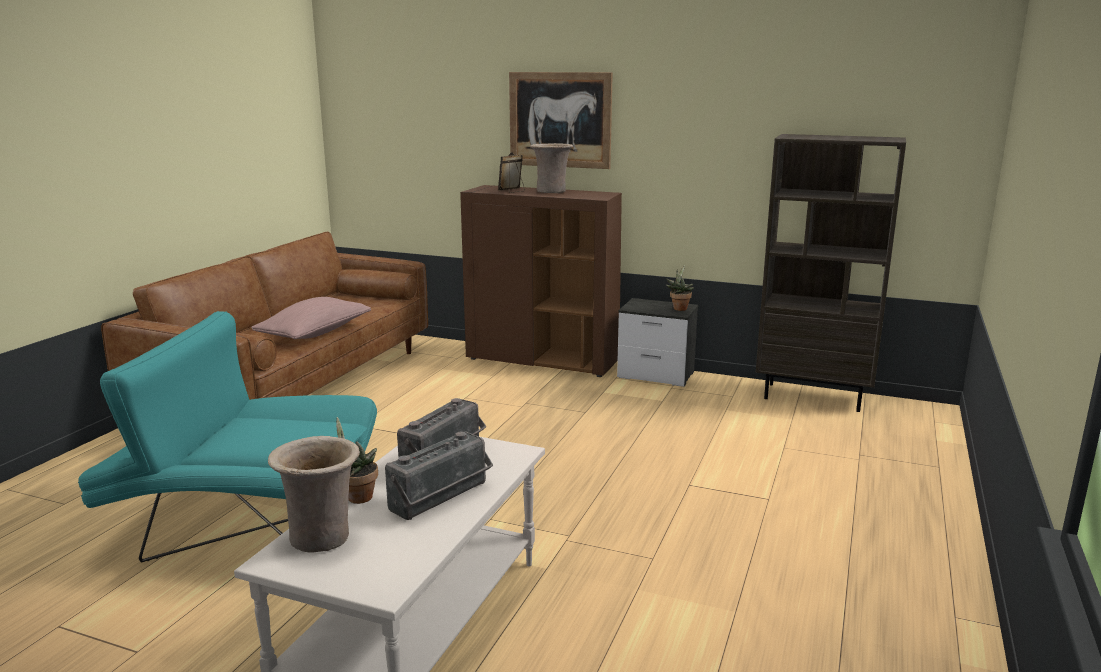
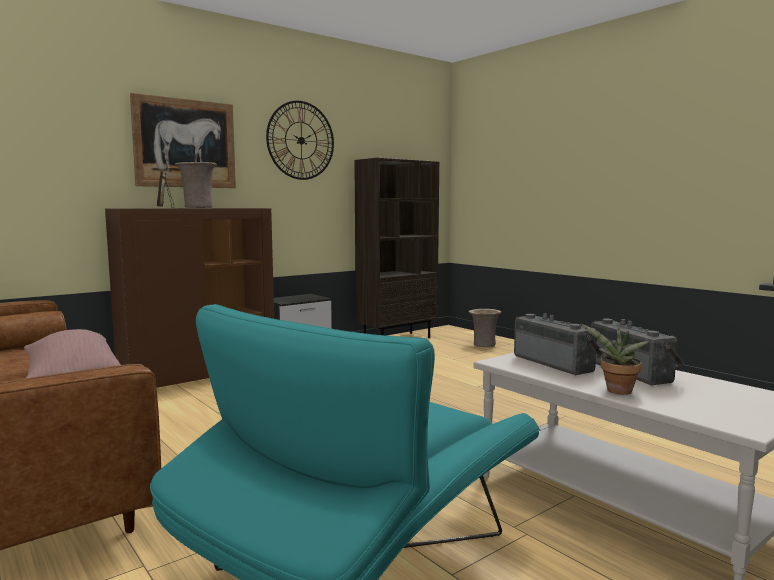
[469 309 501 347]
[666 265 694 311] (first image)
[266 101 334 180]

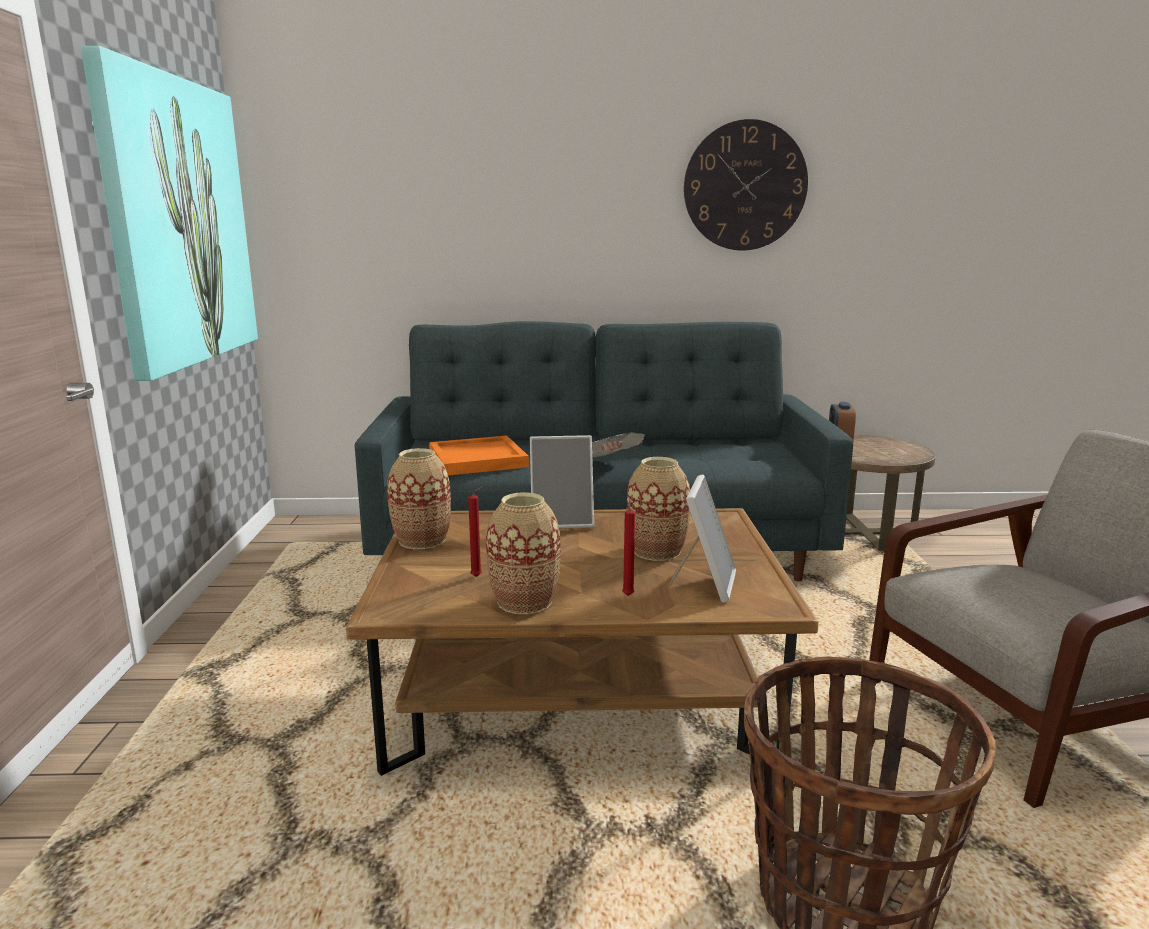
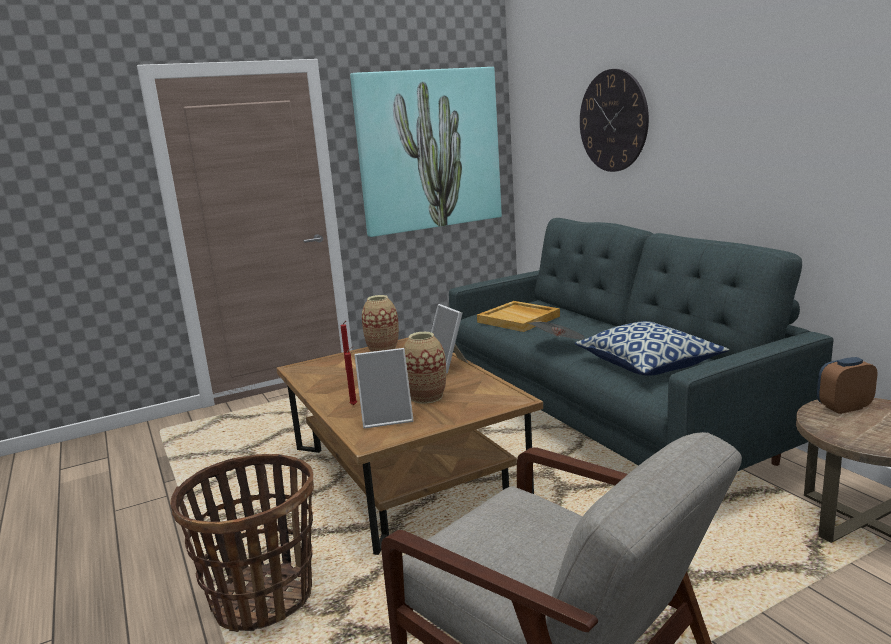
[477 301 560 332]
[486 492 561 614] (first image)
[580 69 649 172]
[575 321 729 376]

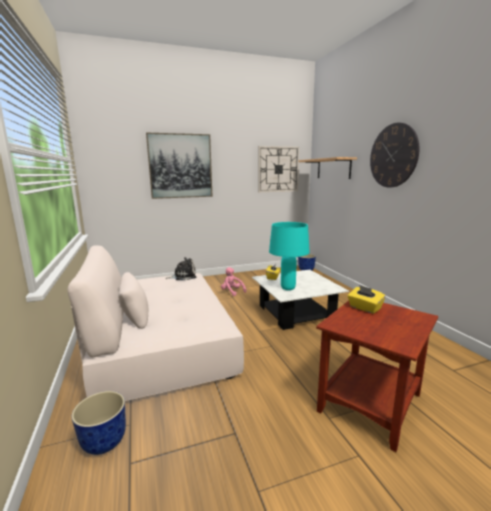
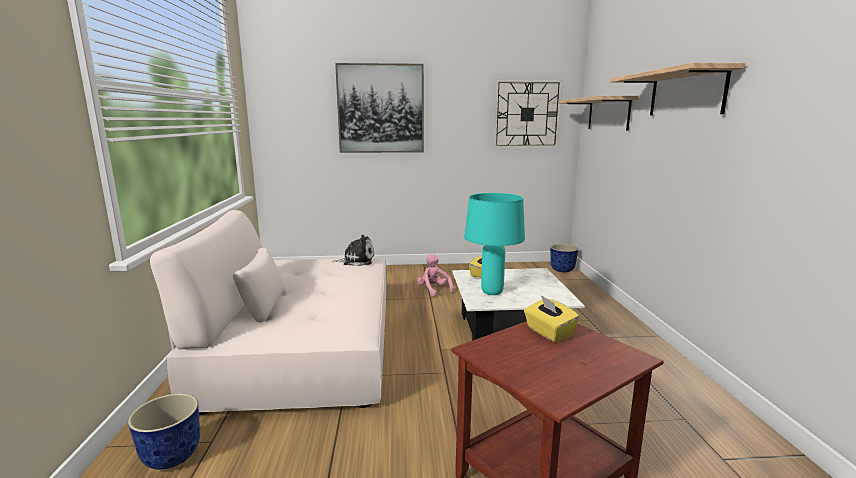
[610 63 745 115]

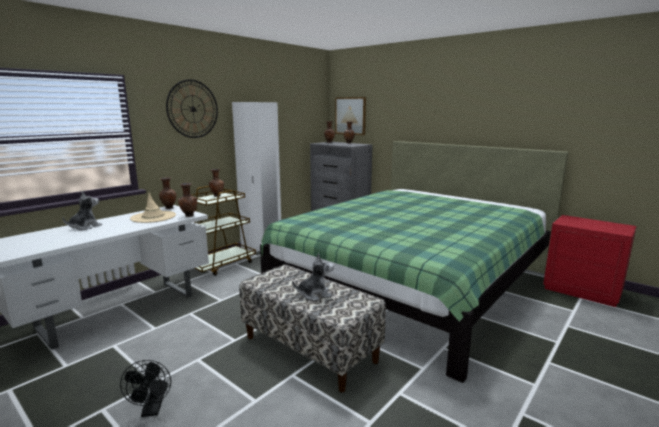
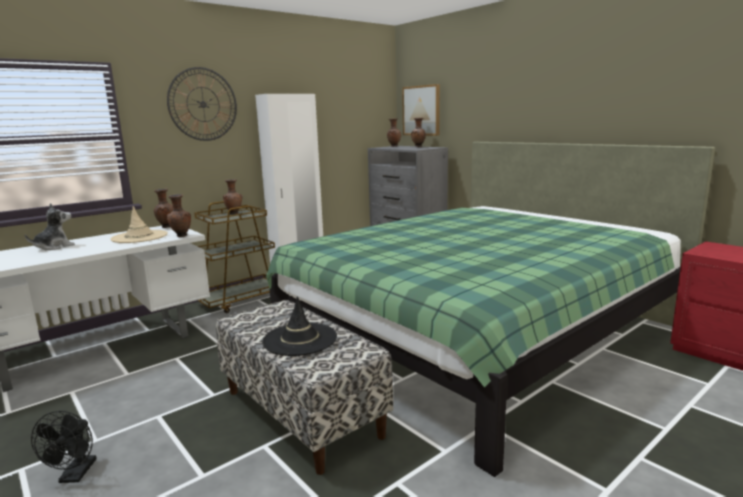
[262 296 337 356]

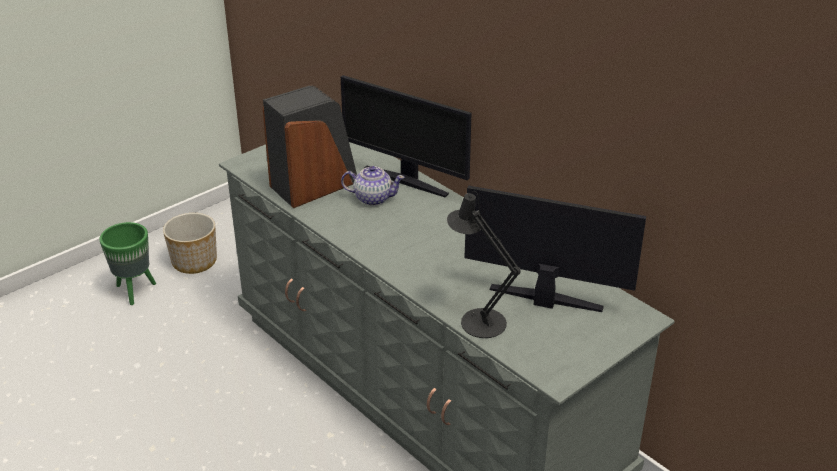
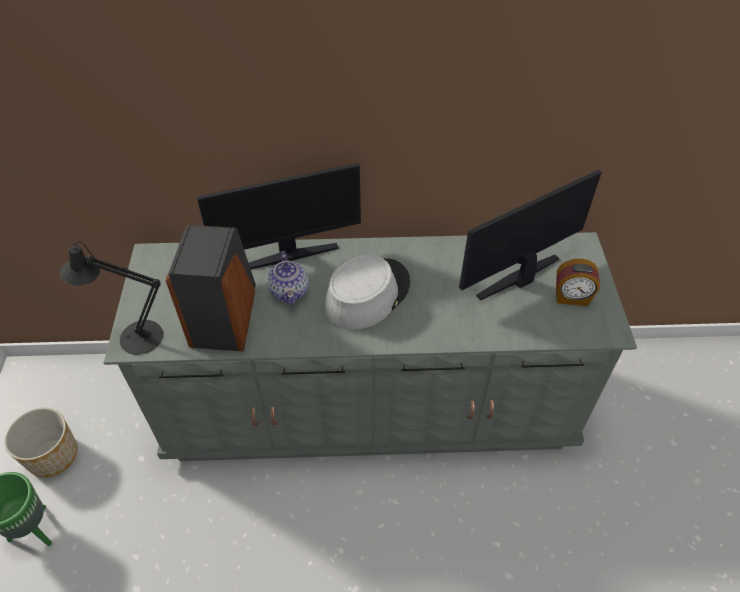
[267 251 309 305]
[60 241 163 355]
[325 254 410 330]
[556 259 600 306]

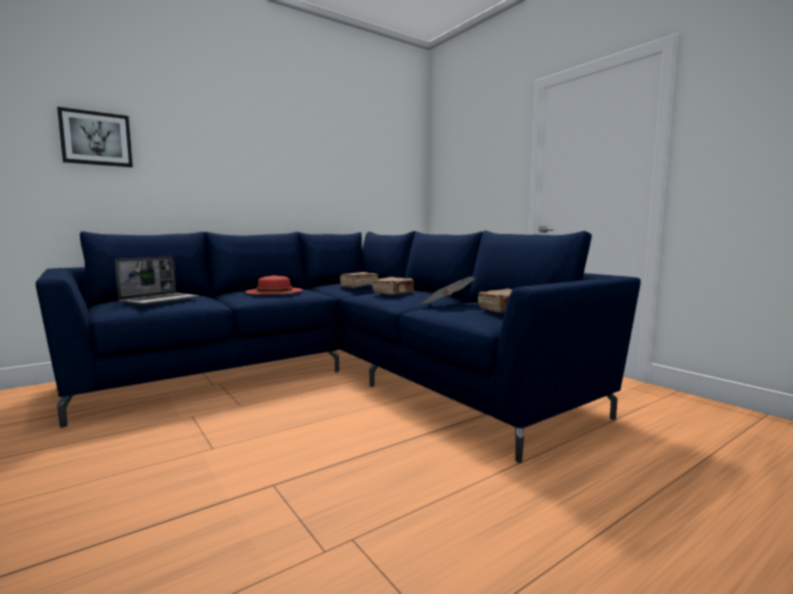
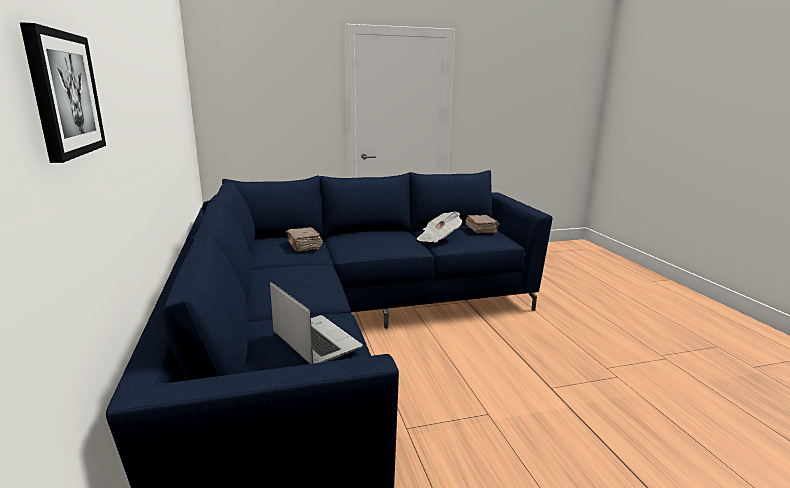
[245 275 303 295] (first image)
[372 277 414 295] (first image)

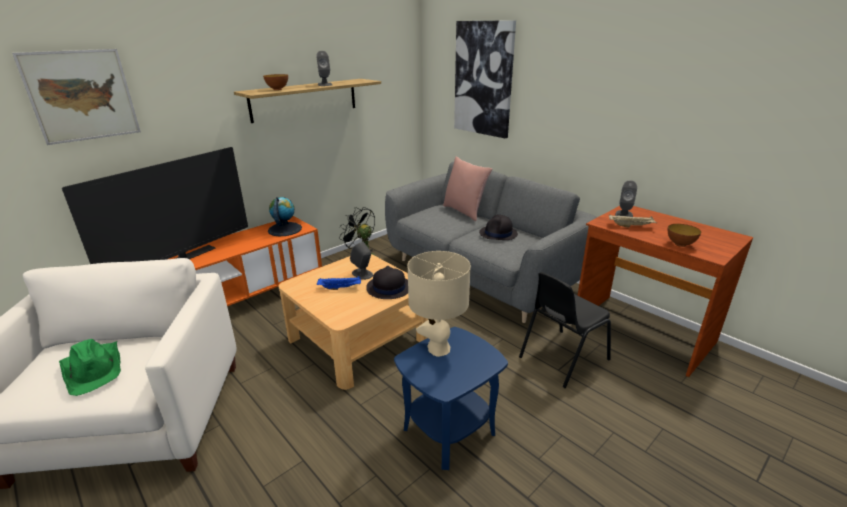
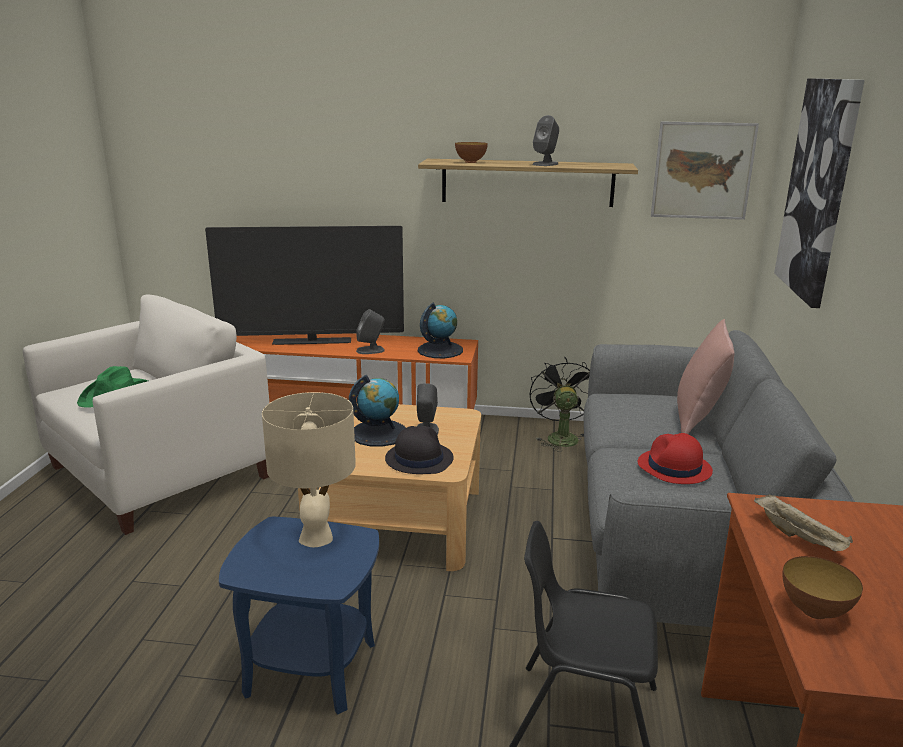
[651 121 759 220]
[349 375 406 447]
[638 433 713 484]
[356 309 385 354]

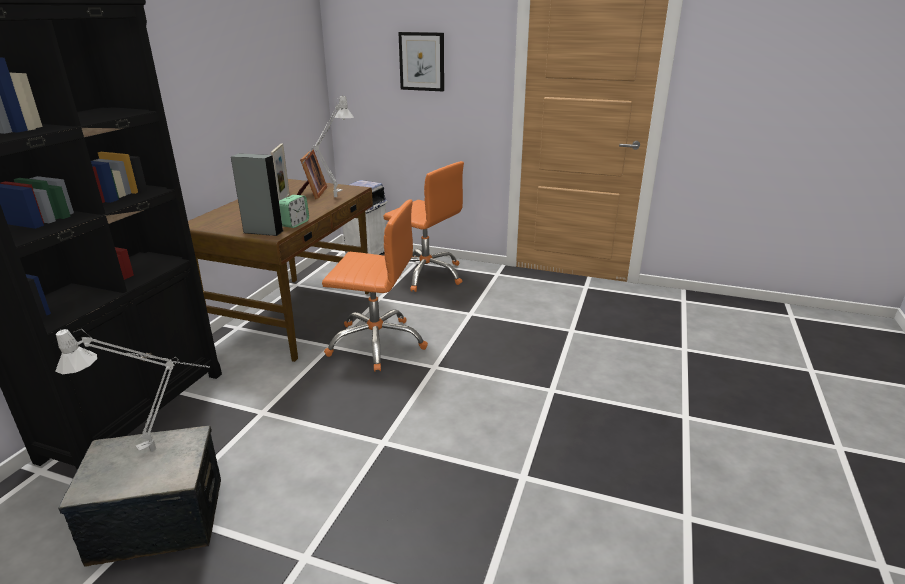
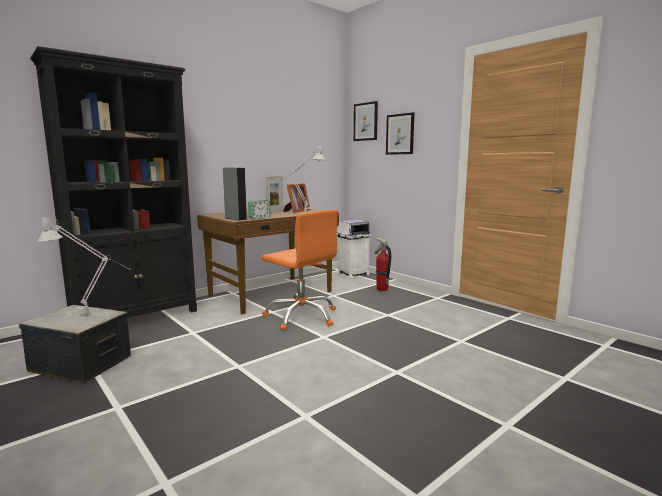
[374 236 391 291]
[354 101 378 141]

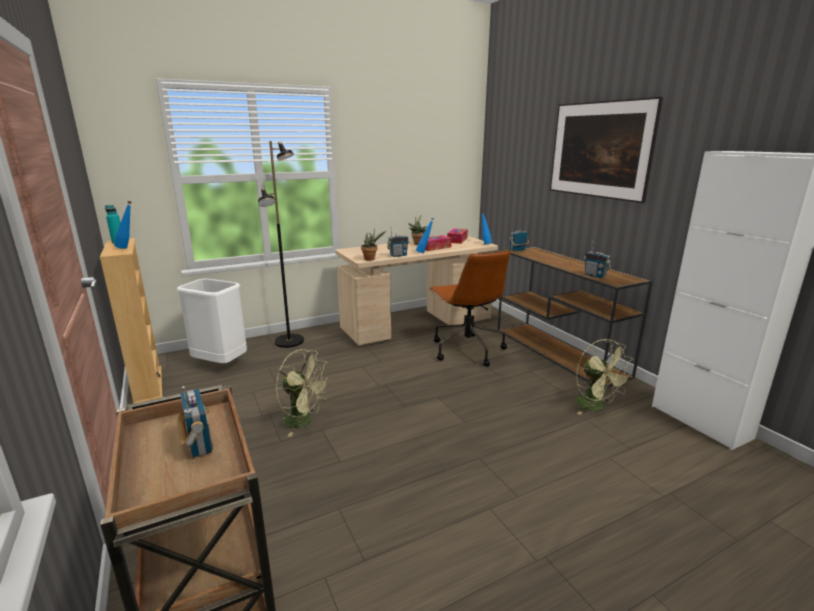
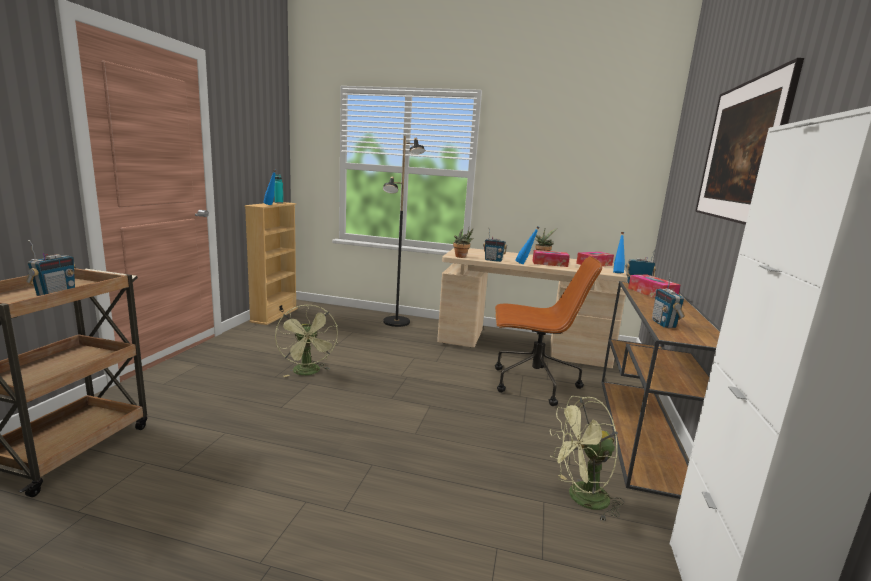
[177 279 247 363] (first image)
[495 256 602 406]
[550 396 624 521]
[628 275 680 298]

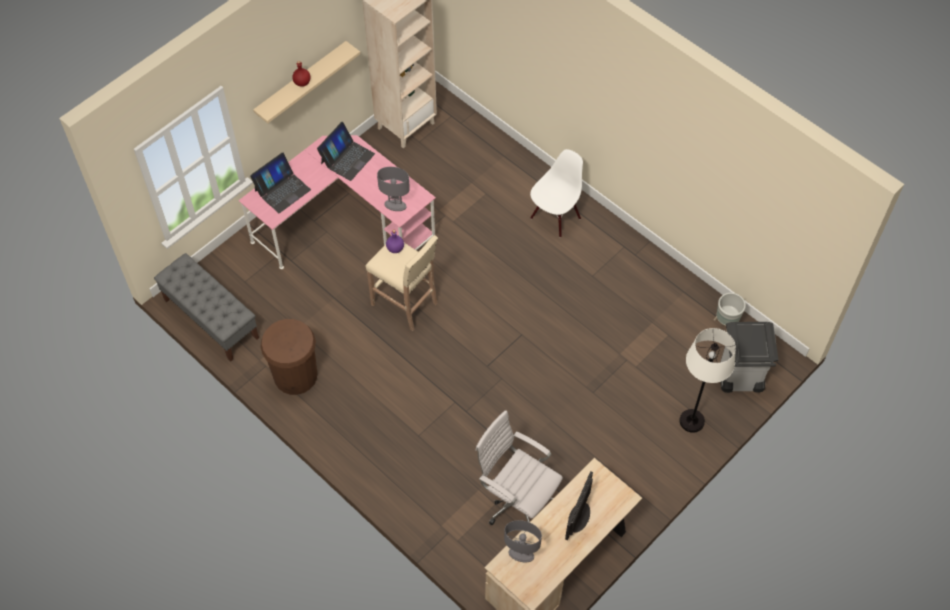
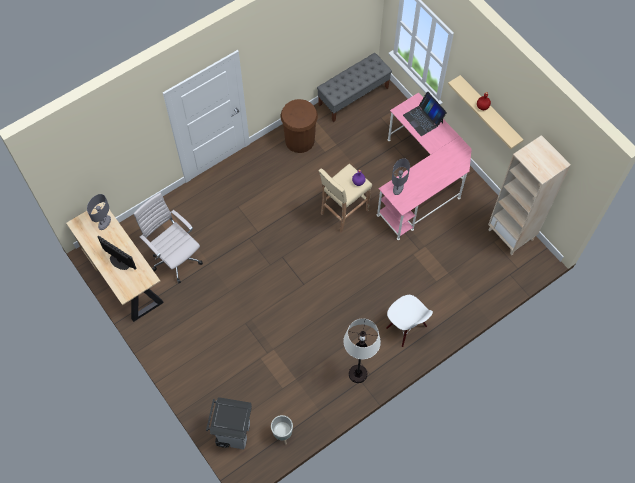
[317 122 375 181] (first image)
[134 193 203 284]
[343 318 381 383]

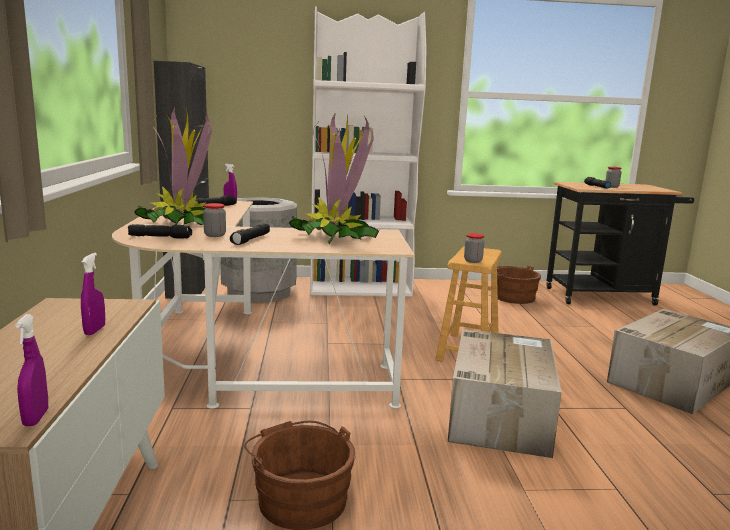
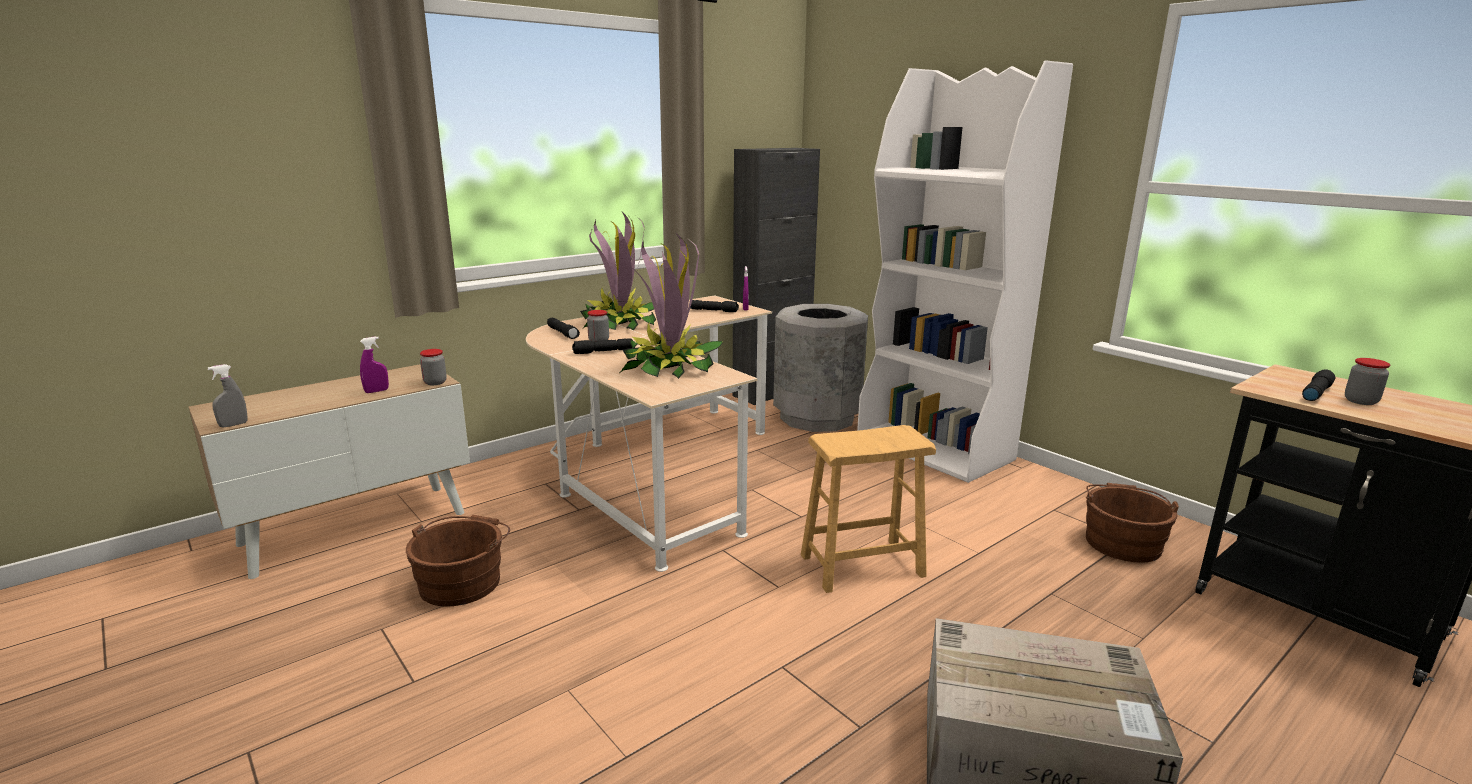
[208 364 247 428]
[448 329 562 458] (first image)
[420 349 447 385]

